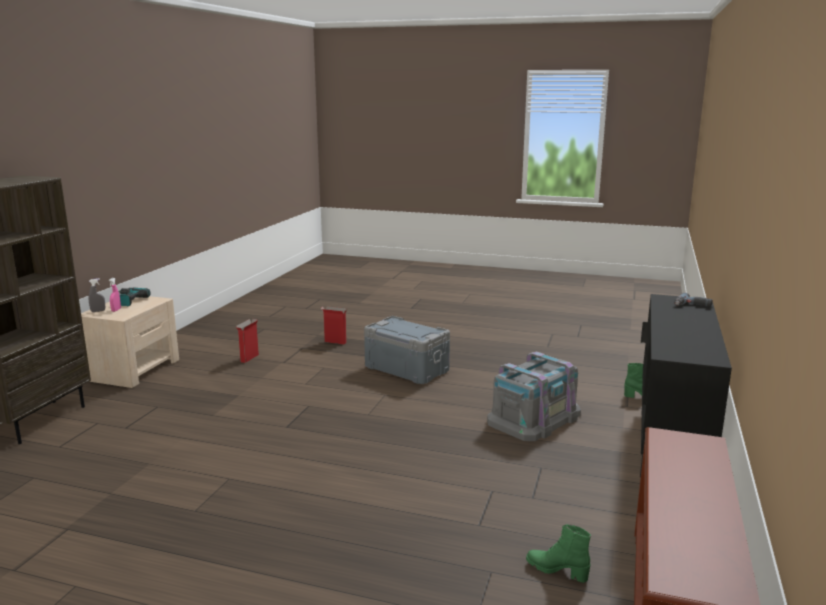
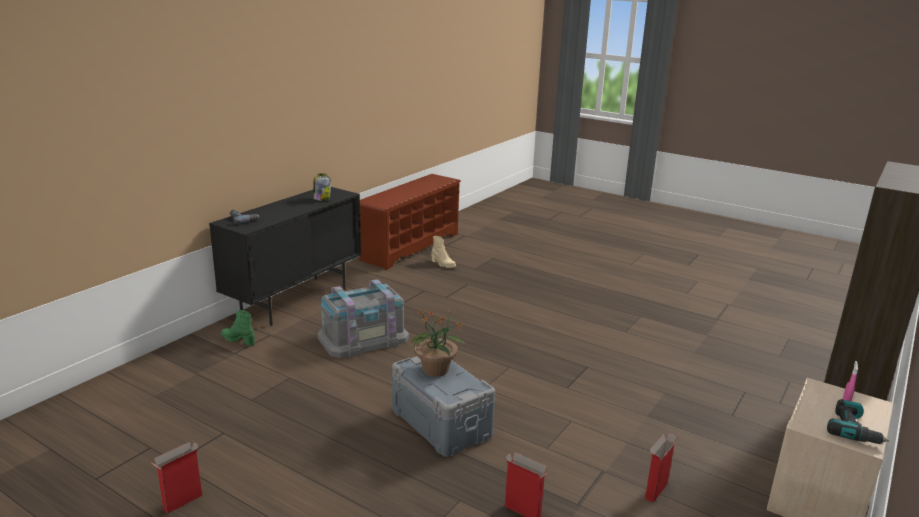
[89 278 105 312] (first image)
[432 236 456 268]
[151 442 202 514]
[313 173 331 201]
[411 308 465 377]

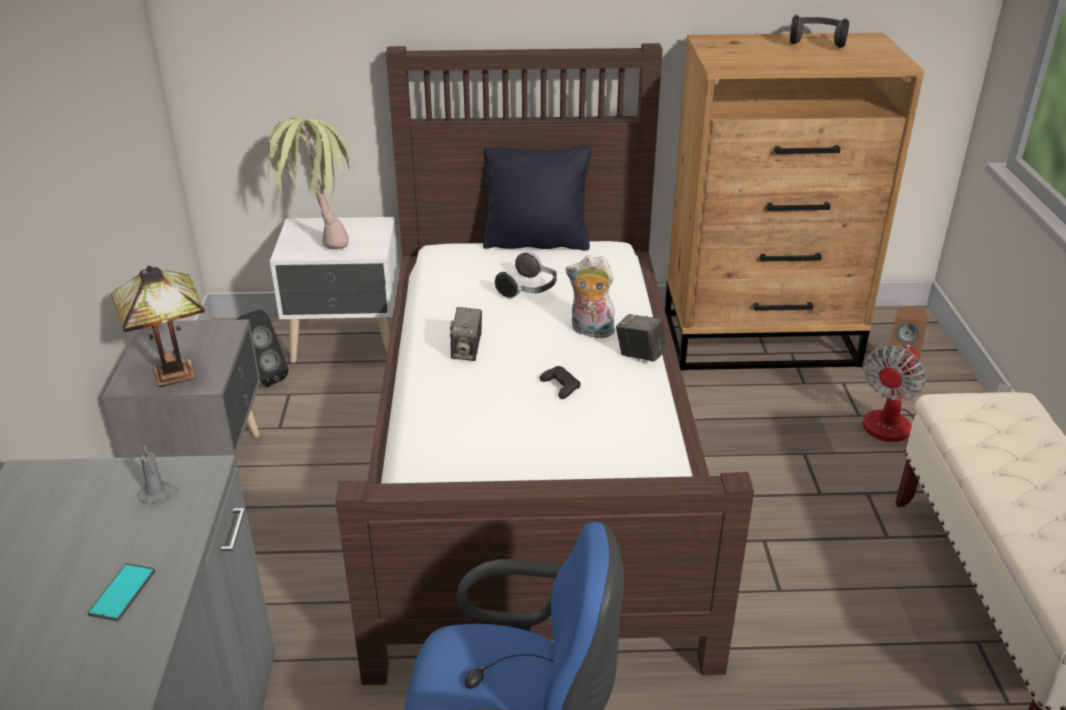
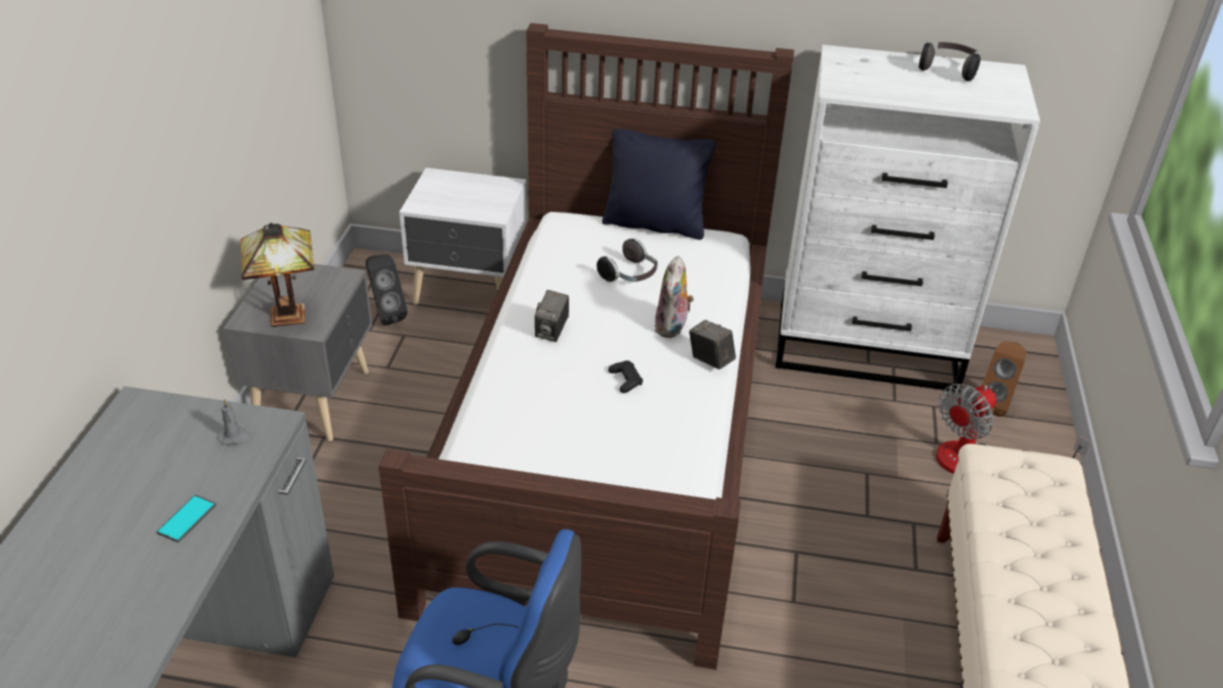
[267 117 354 250] (first image)
[655 256 694 338]
[775 45 1040 393]

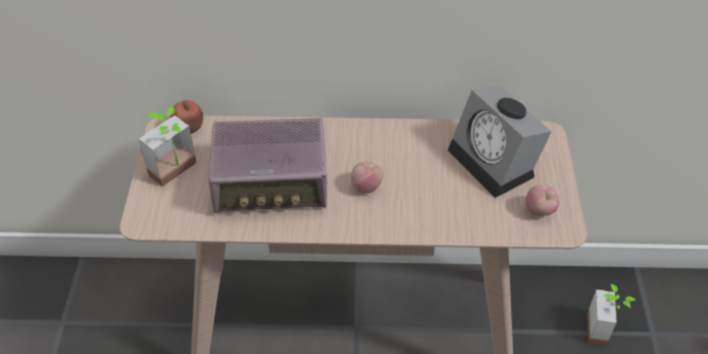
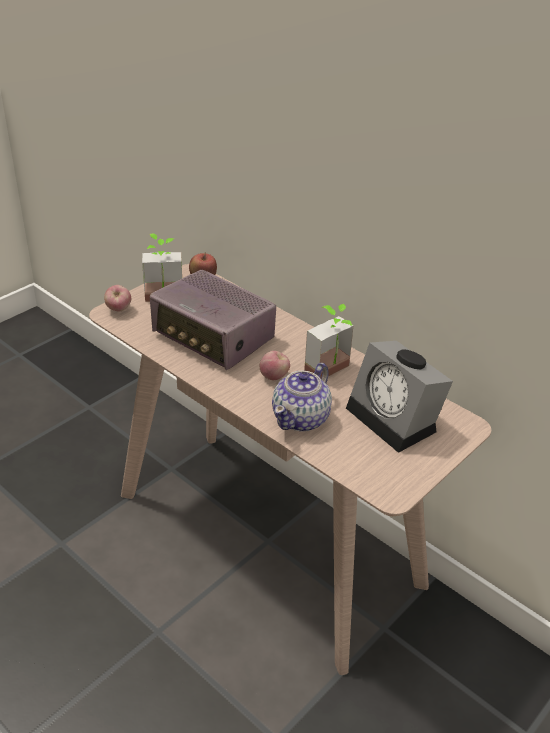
[346 341 453 453]
[104 285 131 312]
[304 304 354 378]
[272 363 332 432]

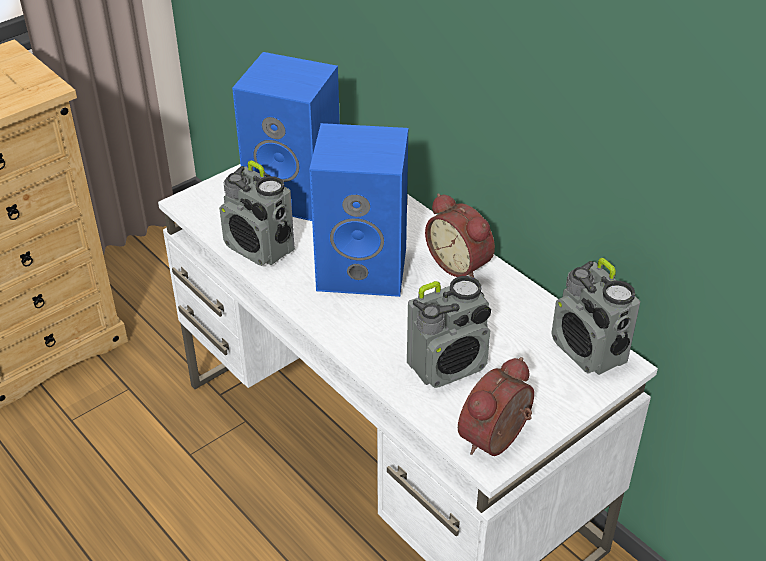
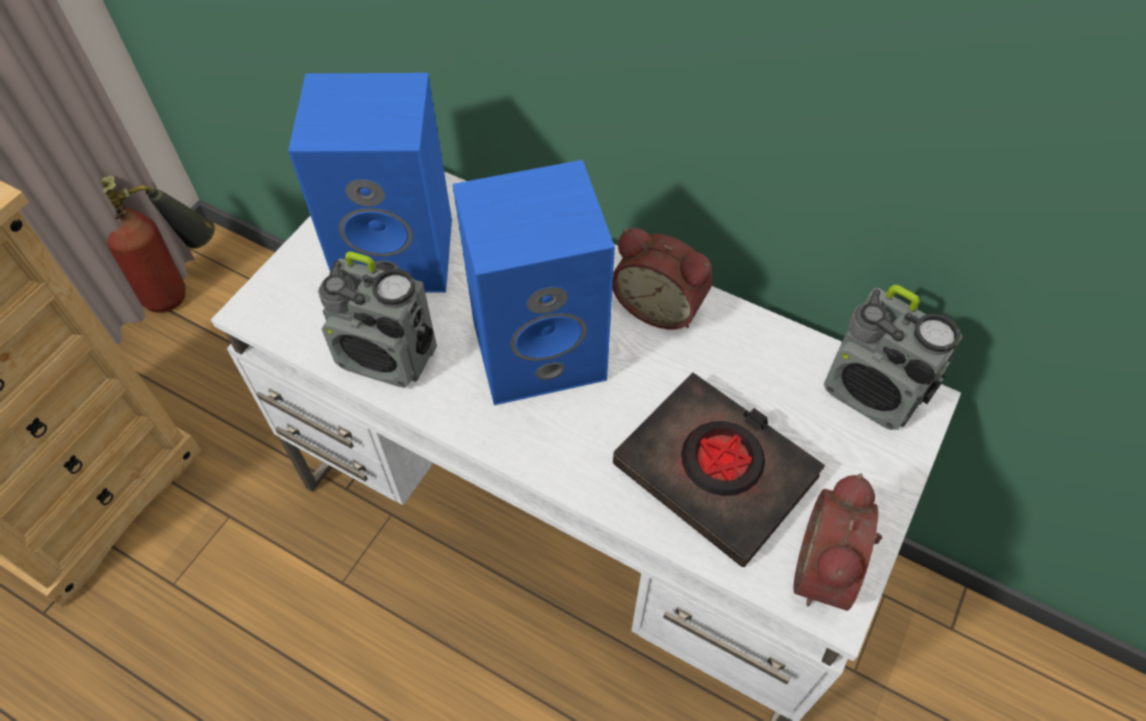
[613 373 825 567]
[101 176 215 313]

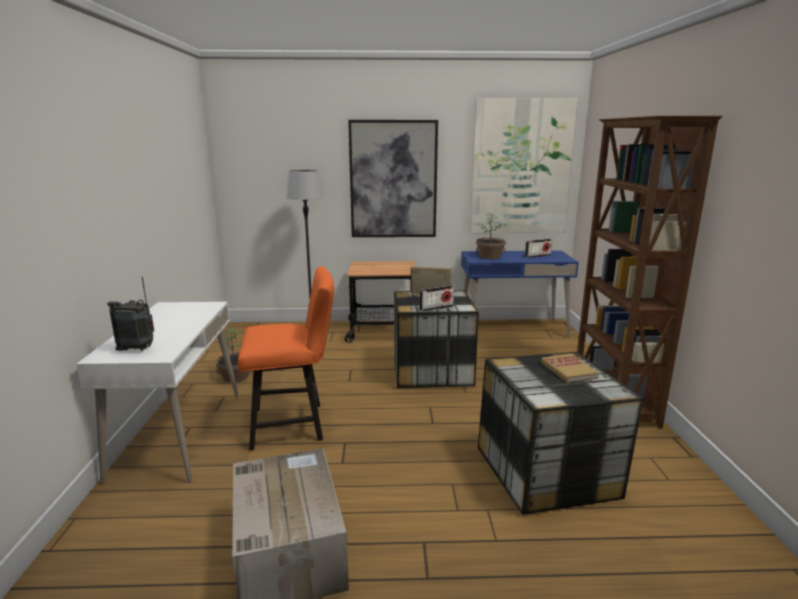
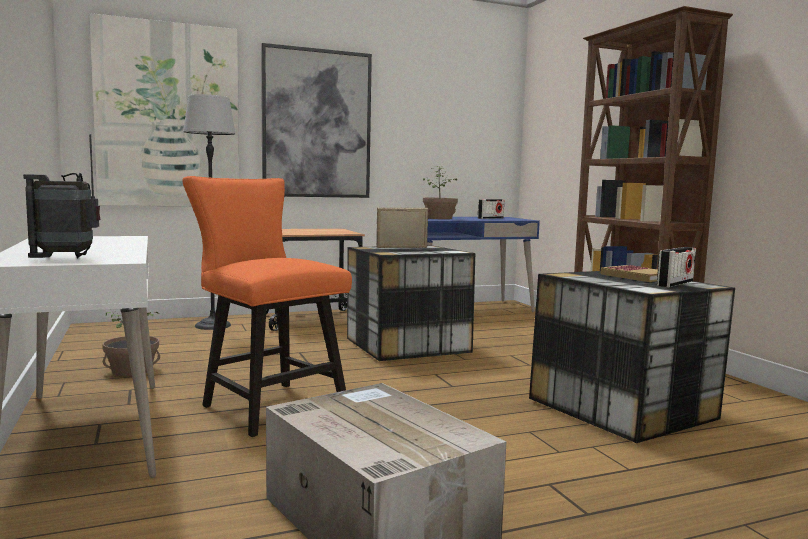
[182 176 352 437]
[657 247 696 287]
[89 13 239 206]

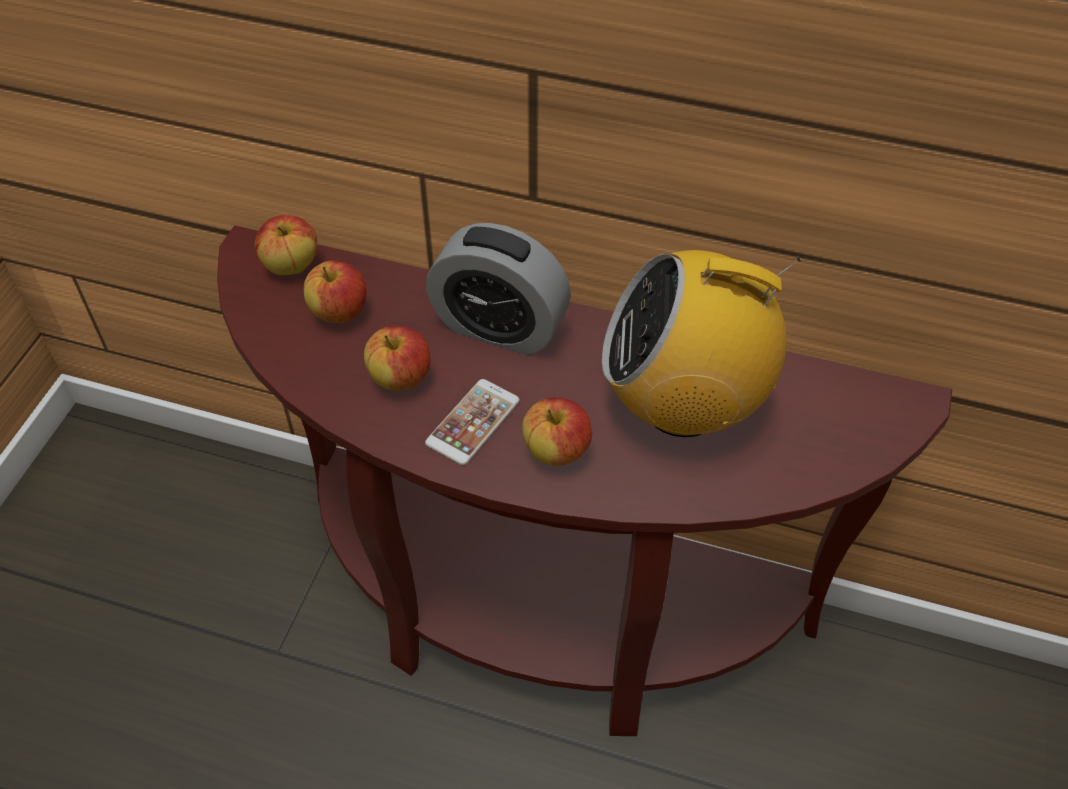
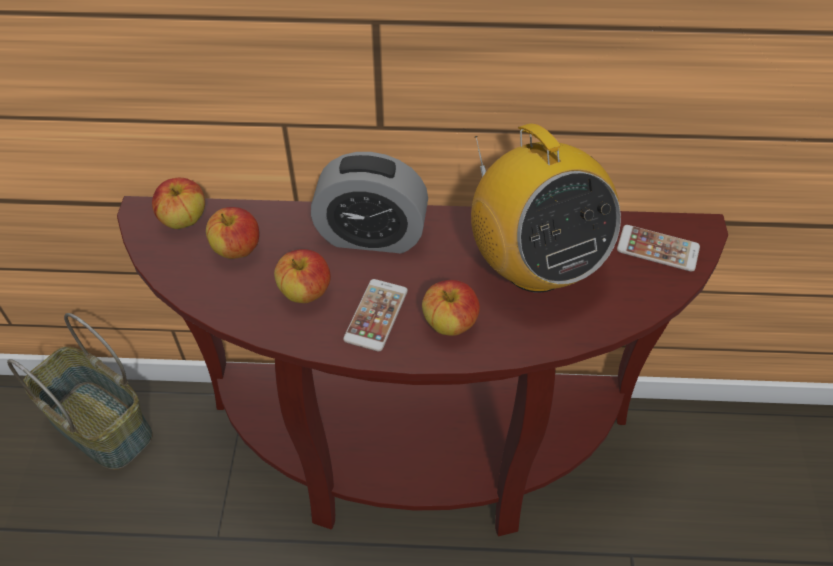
[471 123 621 293]
[7 313 153 470]
[617 225 700 272]

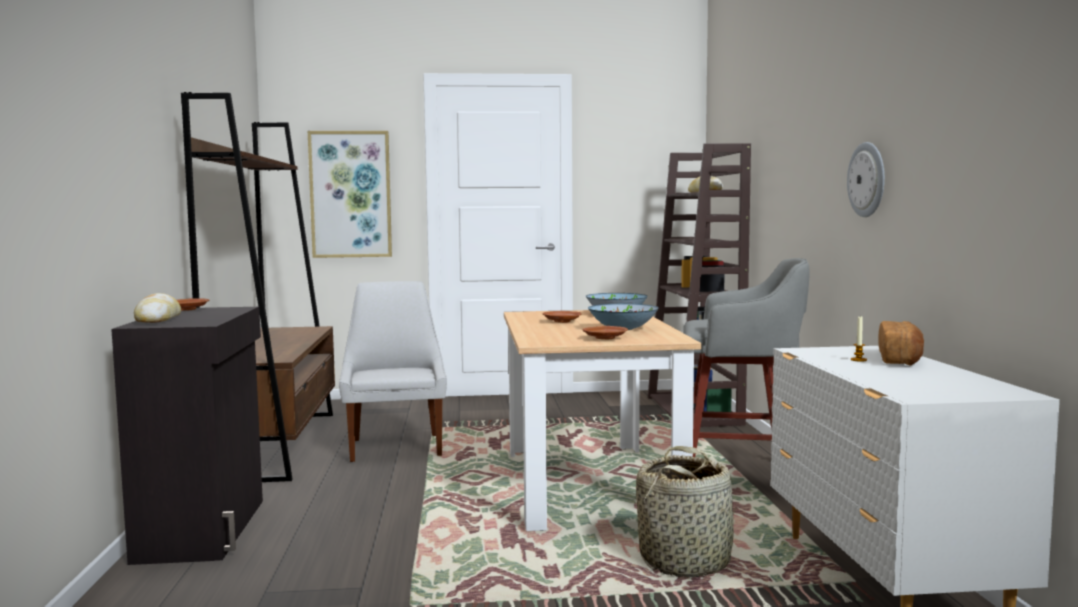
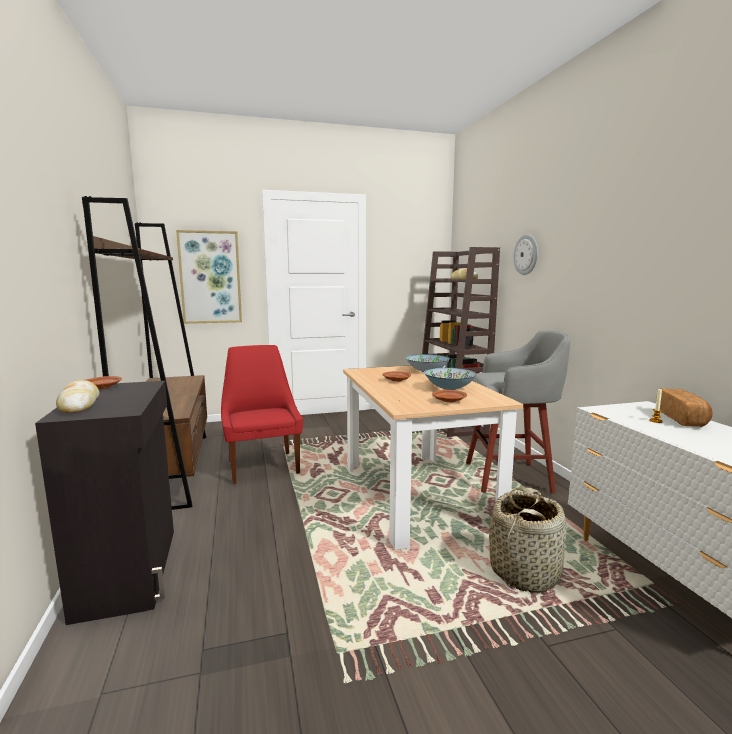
[221 345 303 484]
[514 234 538 275]

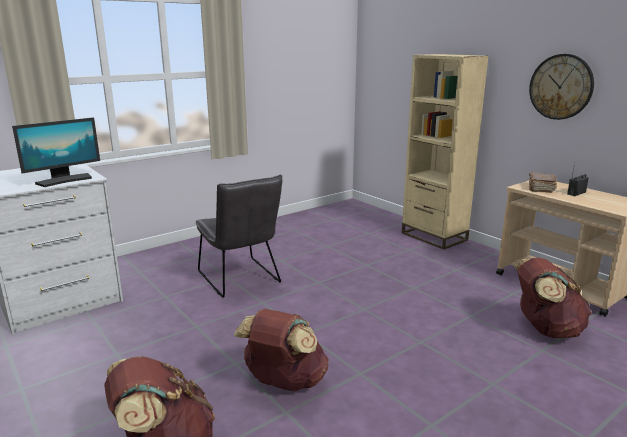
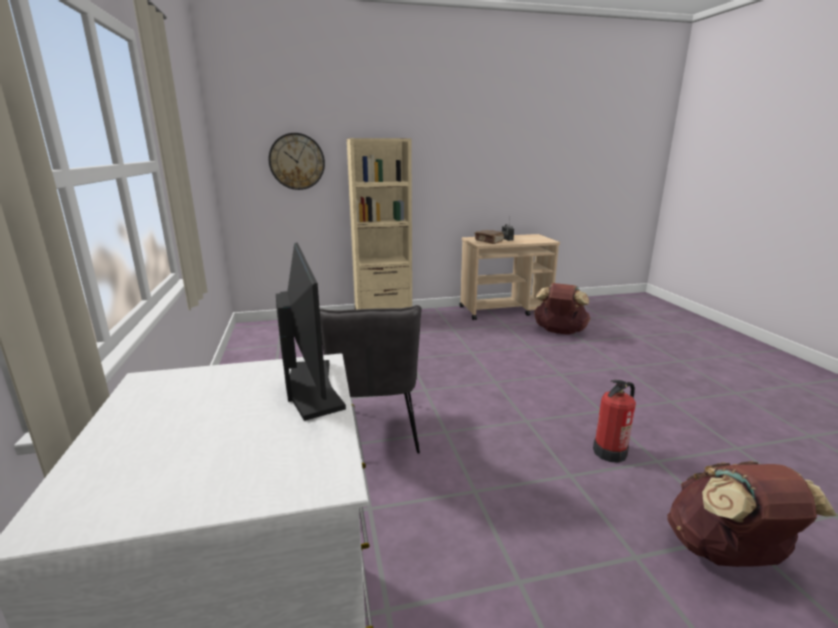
[320 305 422 454]
[593 380 636 463]
[269 133 325 190]

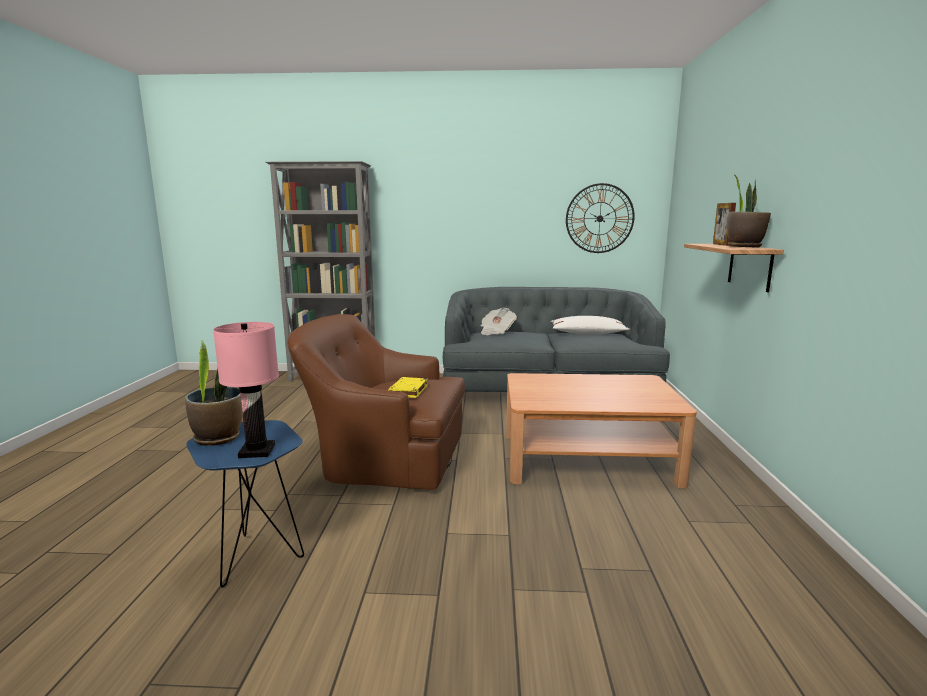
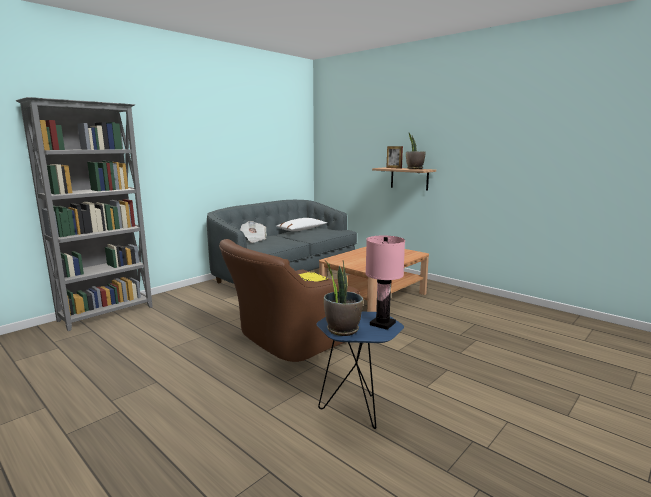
[566 183 635 253] (first image)

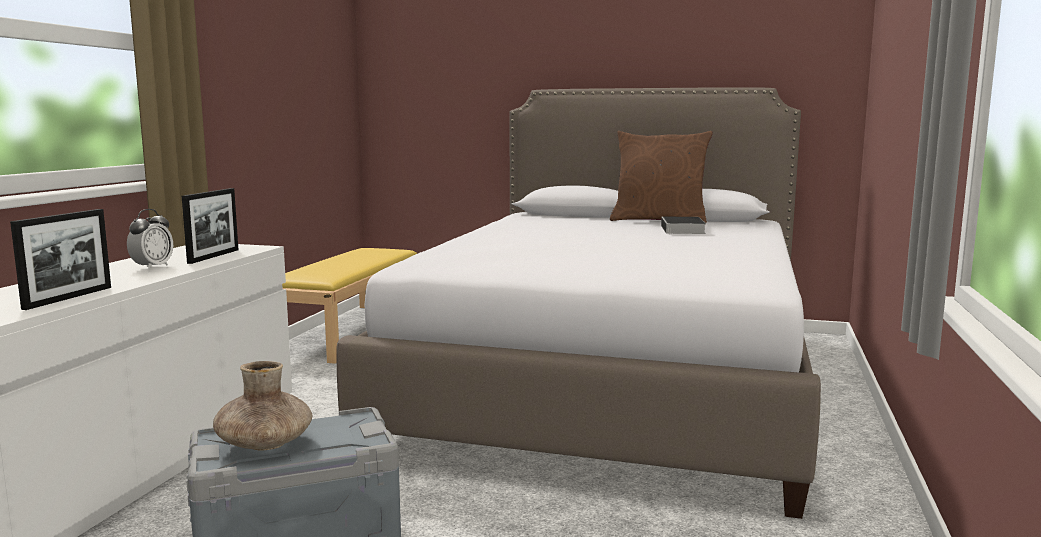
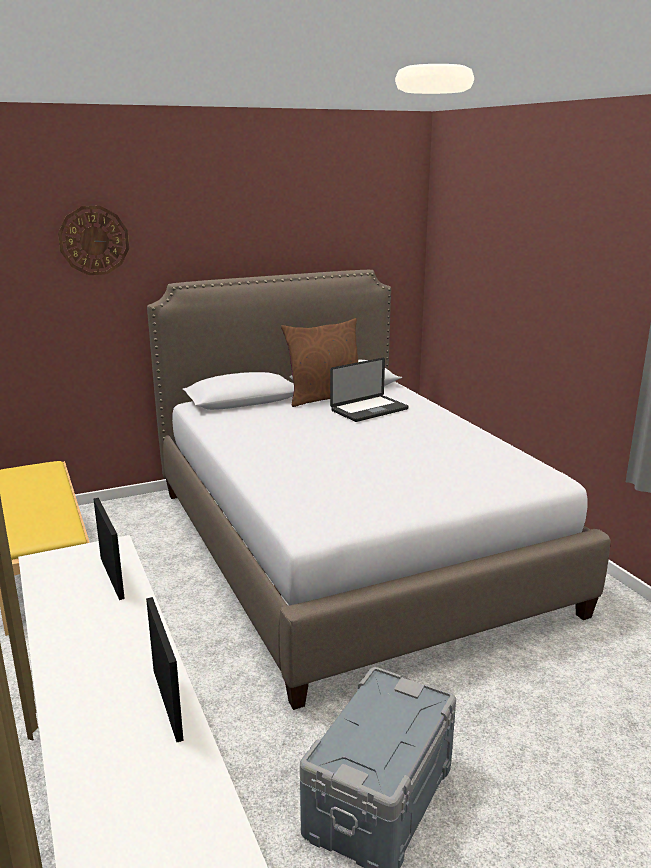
[127 209 173 270] (first image)
[213 361 312 451] (first image)
[330 358 409 422]
[58 206 129 275]

